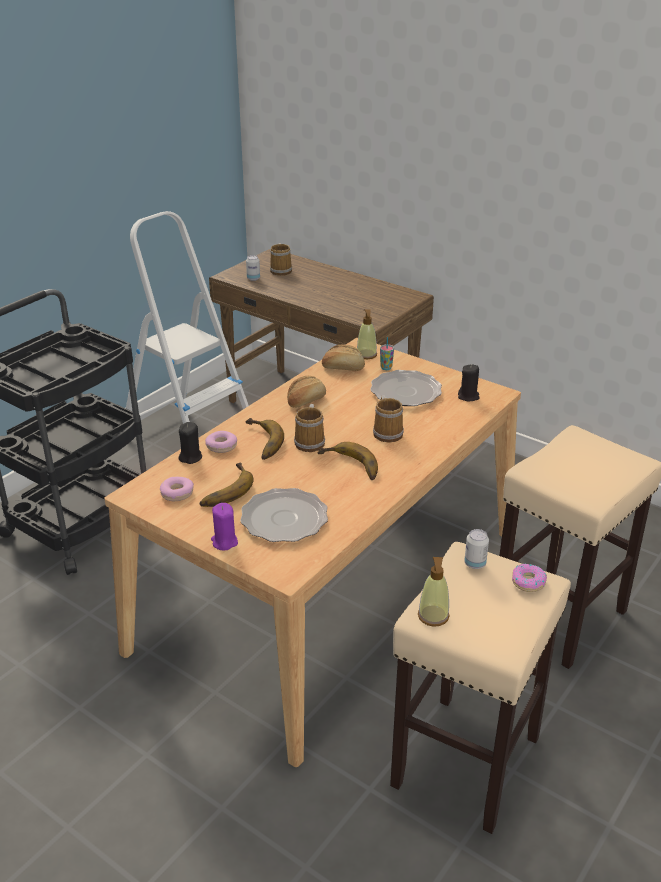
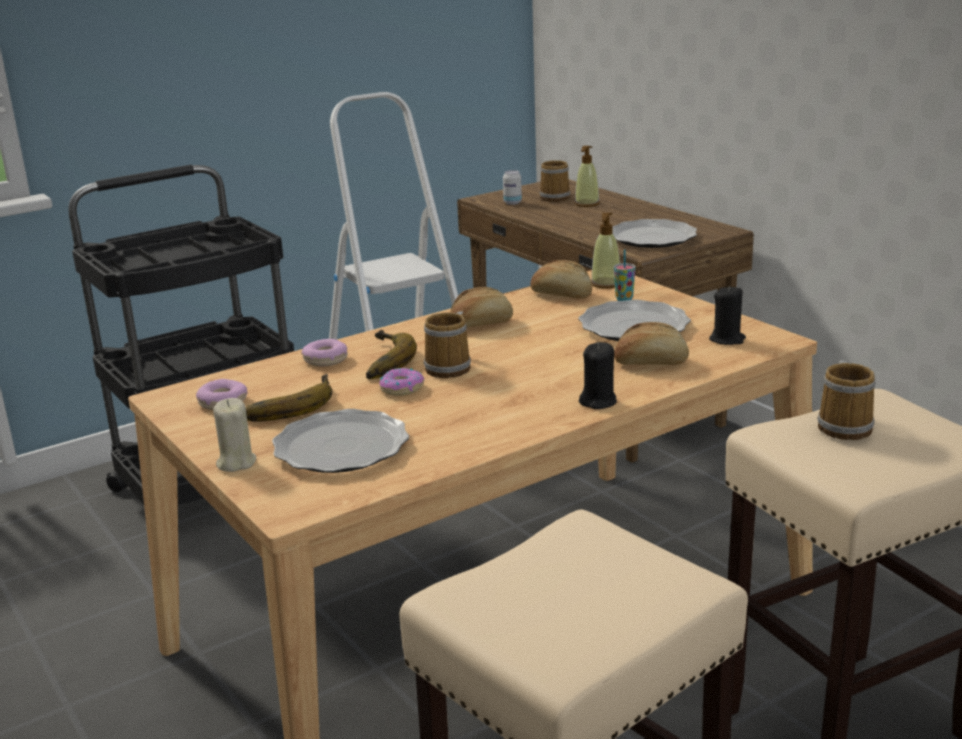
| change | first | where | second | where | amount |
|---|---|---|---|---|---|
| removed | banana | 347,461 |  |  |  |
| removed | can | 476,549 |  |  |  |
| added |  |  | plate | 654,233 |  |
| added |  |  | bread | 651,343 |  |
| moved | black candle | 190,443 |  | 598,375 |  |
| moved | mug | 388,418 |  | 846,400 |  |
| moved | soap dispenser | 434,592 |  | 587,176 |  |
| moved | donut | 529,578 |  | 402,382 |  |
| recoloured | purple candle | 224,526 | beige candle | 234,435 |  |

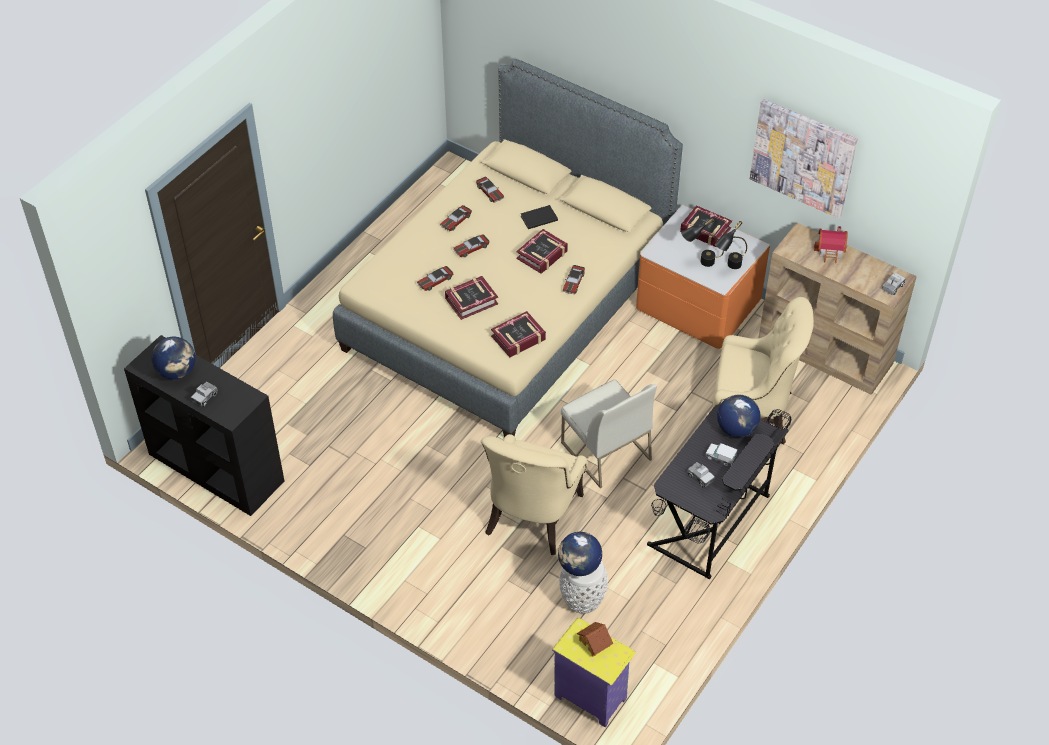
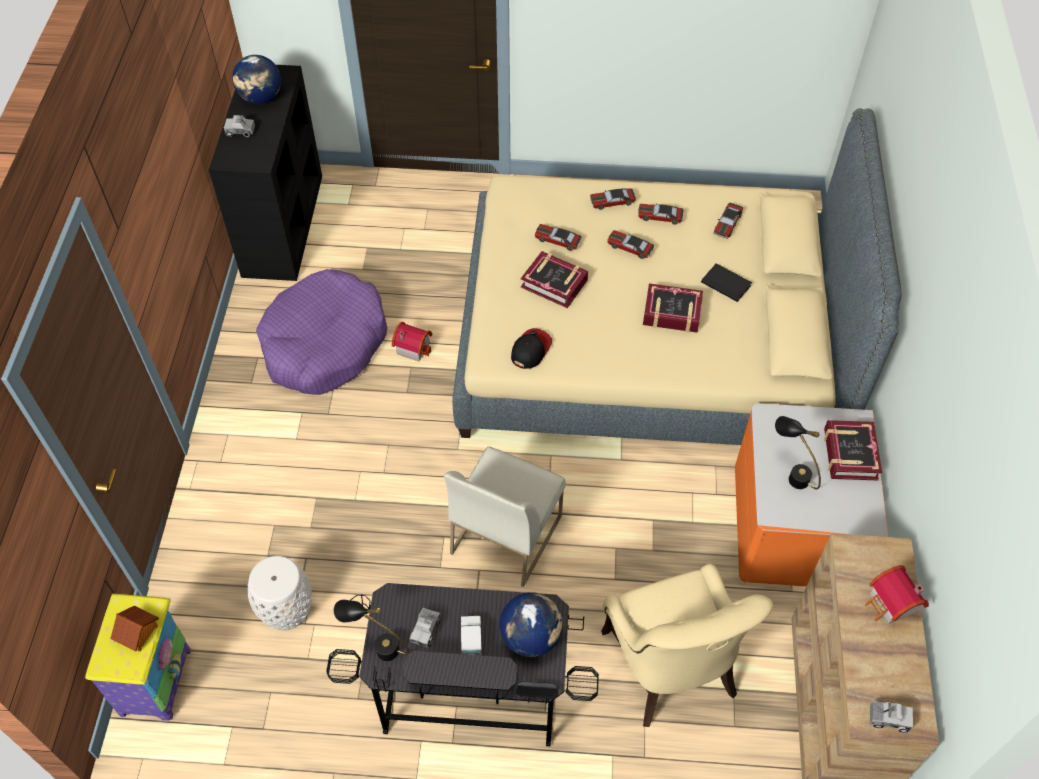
| change | first | where | second | where | amount |
|---|---|---|---|---|---|
| removed | beige chair | 534,494 |  |  |  |
| removed | globe | 580,554 |  |  |  |
| removed | picture | 804,159 |  |  |  |
| added |  |  | purple dog bed | 322,332 |  |
| added |  |  | toy house | 412,341 |  |
| moved | toy car | 574,279 |  | 613,199 |  |
| moved | black table lamp | 731,245 |  | 372,630 |  |
| replaced | book | 518,334 | cap | 531,348 |  |

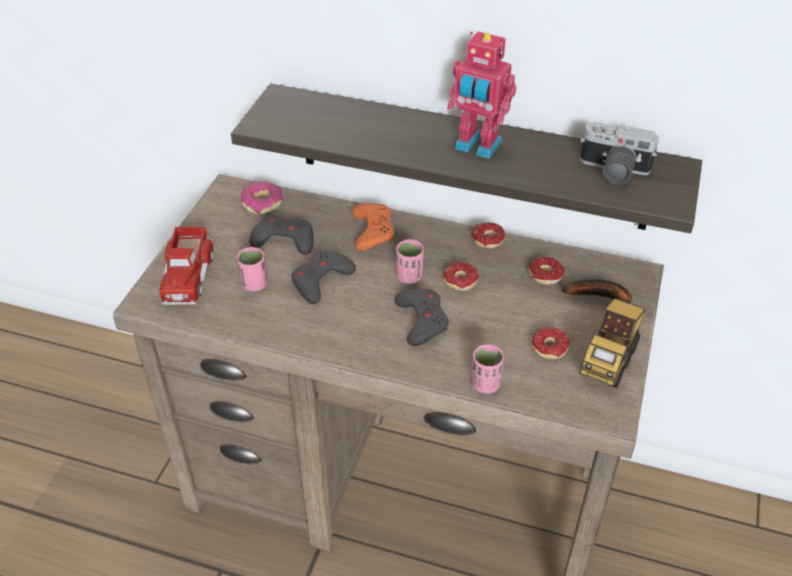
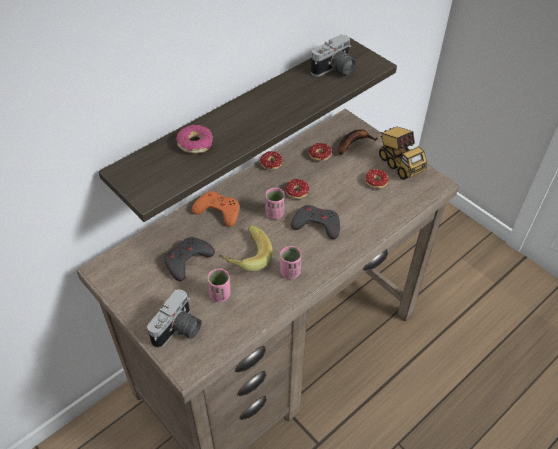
| change | first | where | second | where | amount |
|---|---|---|---|---|---|
| removed | toy robot | 481,95 |  |  |  |
| moved | donut | 261,198 |  | 194,139 |  |
| moved | pink cup | 487,368 |  | 291,262 |  |
| replaced | toy truck | 186,266 | photo camera | 174,318 |  |
| replaced | grey game controller | 323,277 | banana | 245,248 |  |

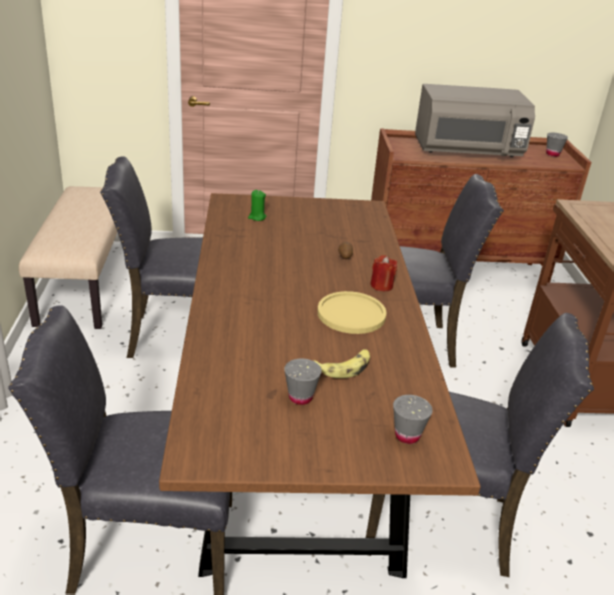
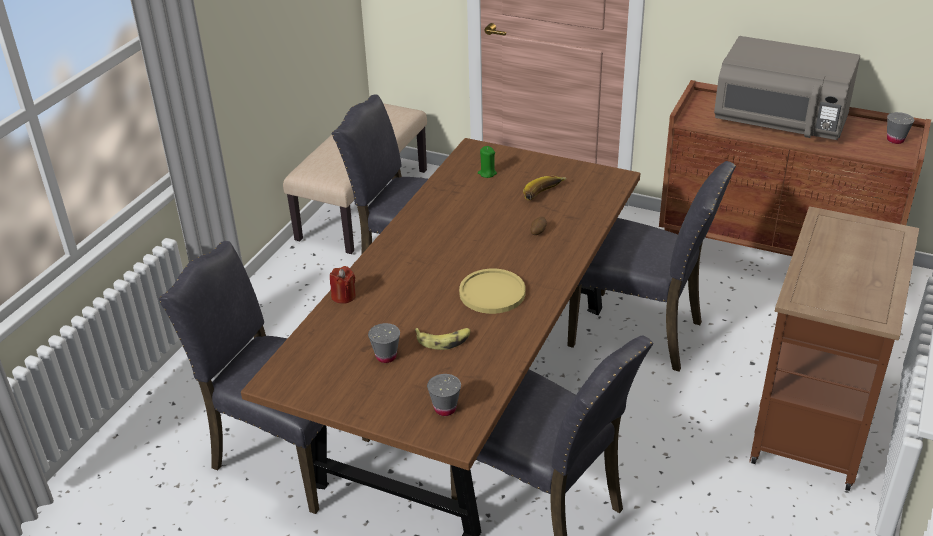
| change | first | where | second | where | amount |
|---|---|---|---|---|---|
| added |  |  | banana | 544,188 |  |
| moved | red candle | 383,273 |  | 343,285 |  |

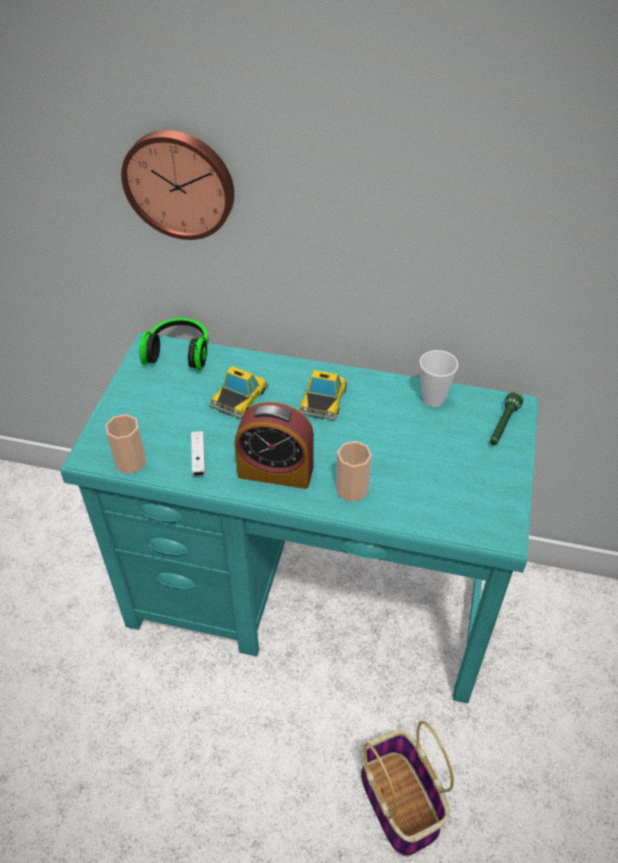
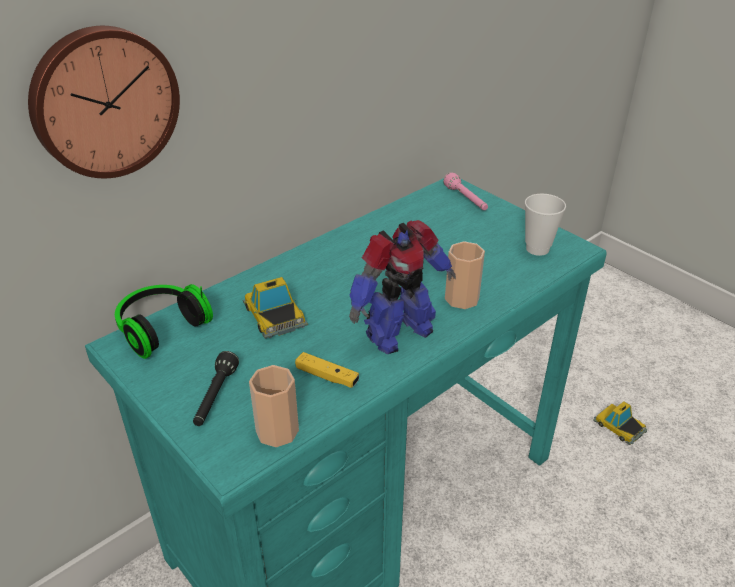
| change | first | where | second | where | amount |
|---|---|---|---|---|---|
| removed | basket | 407,789 |  |  |  |
| added |  |  | black flashlight | 216,388 |  |
| moved | toy car | 323,395 |  | 620,423 |  |
| moved | cup | 439,378 |  | 545,225 |  |
| replaced | alarm clock | 274,445 | toy robot | 402,287 |  |
| recoloured | white game controller | 198,453 | yellow game controller | 327,370 |  |
| recoloured | green flashlight | 506,418 | pink flashlight | 465,191 |  |

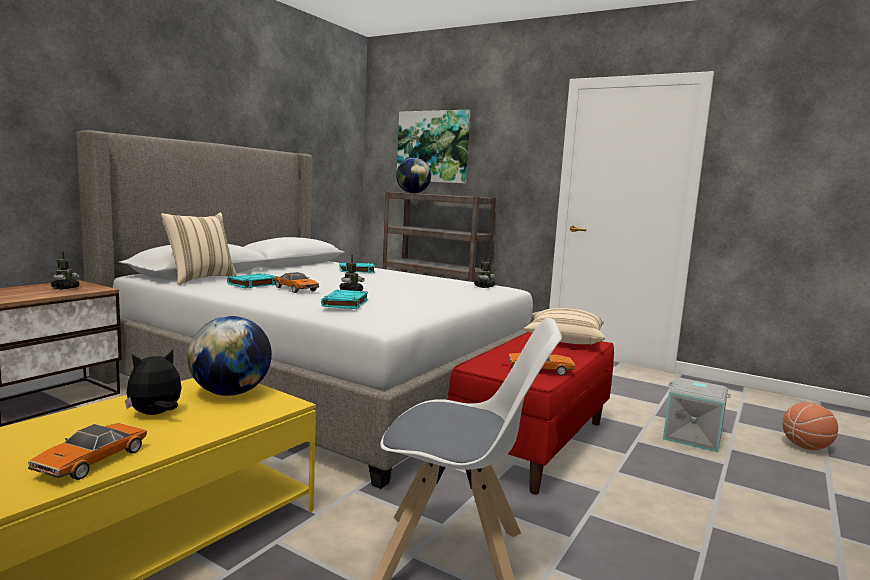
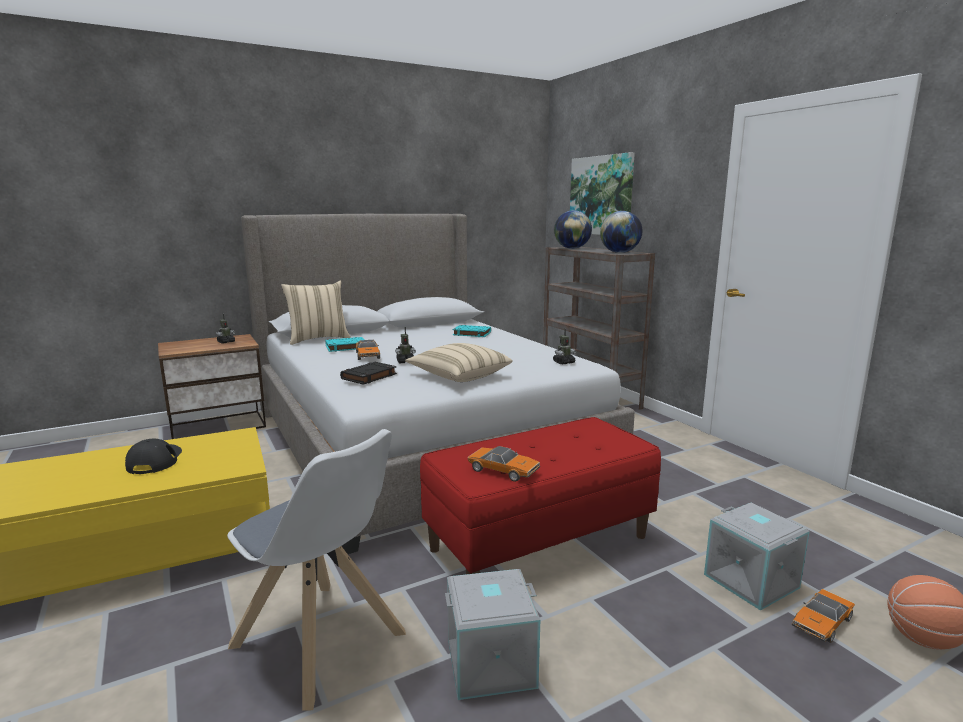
| change | first | where | second | where | amount |
|---|---|---|---|---|---|
| added |  |  | grey storage box | 492,634 |  |
| moved | toy car | 87,451 |  | 823,616 |  |
| moved | globe | 229,356 |  | 621,232 |  |
| moved | beige pillow | 564,326 |  | 459,362 |  |
| replaced | plush toy | 153,382 | black cap | 153,456 |  |
| recoloured | turquoise book | 344,299 | black book | 368,373 |  |

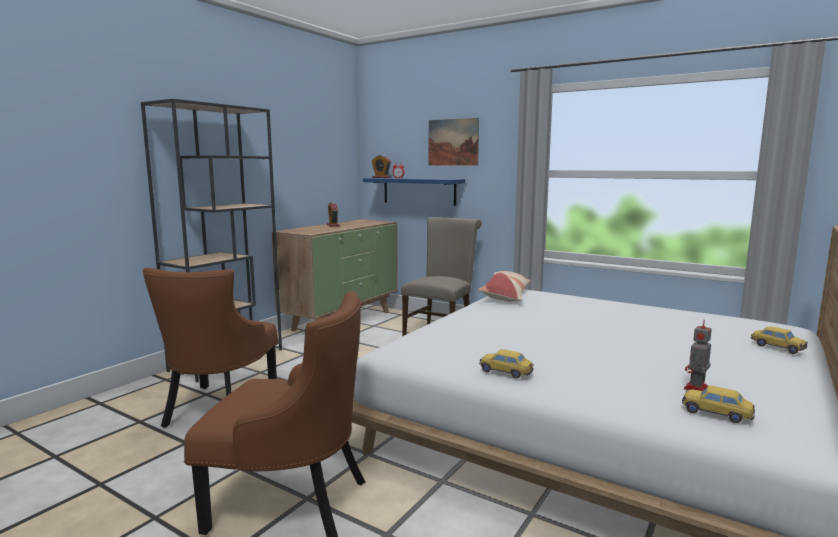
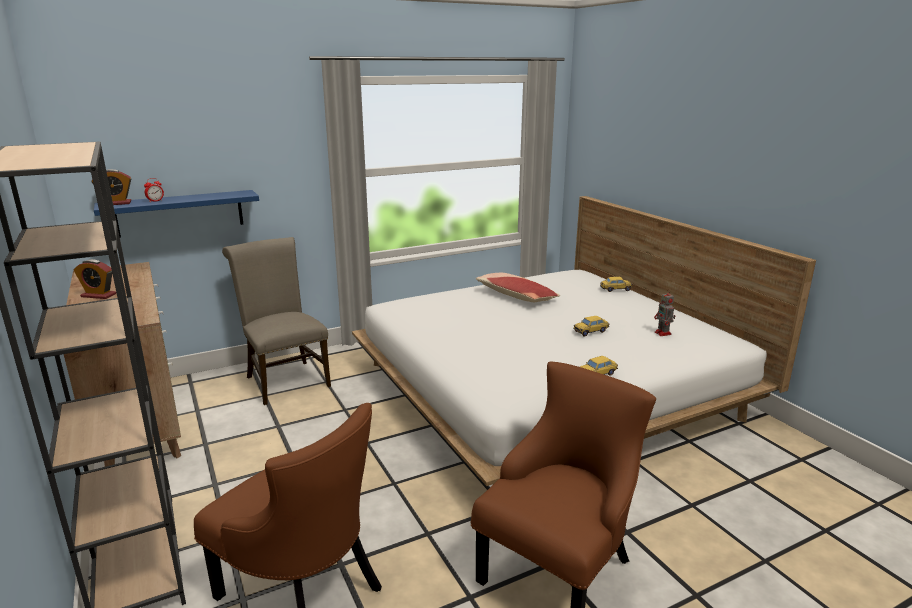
| change | first | where | second | where | amount |
|---|---|---|---|---|---|
| removed | picture | 454,141 |  |  |  |
| moved | pillow | 504,286 |  | 518,287 |  |
| moved | toy car | 718,404 |  | 591,326 |  |

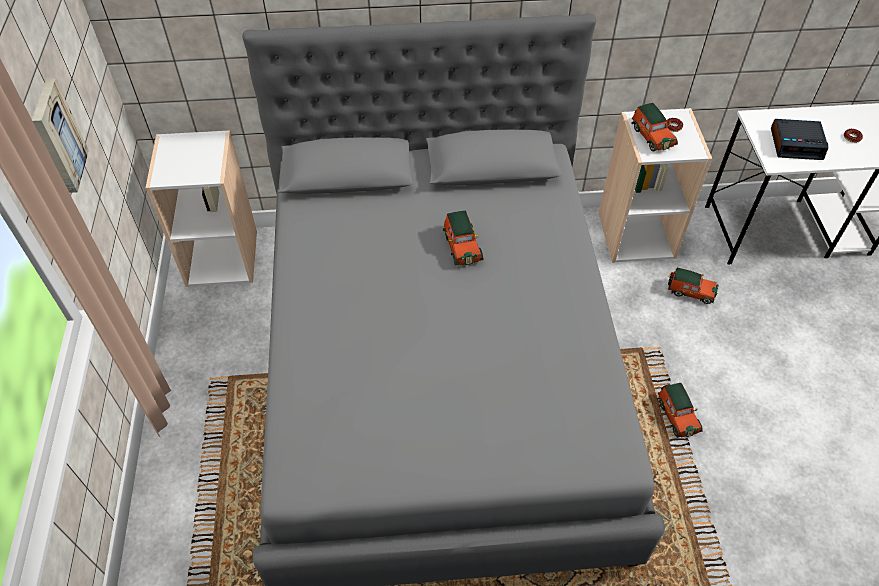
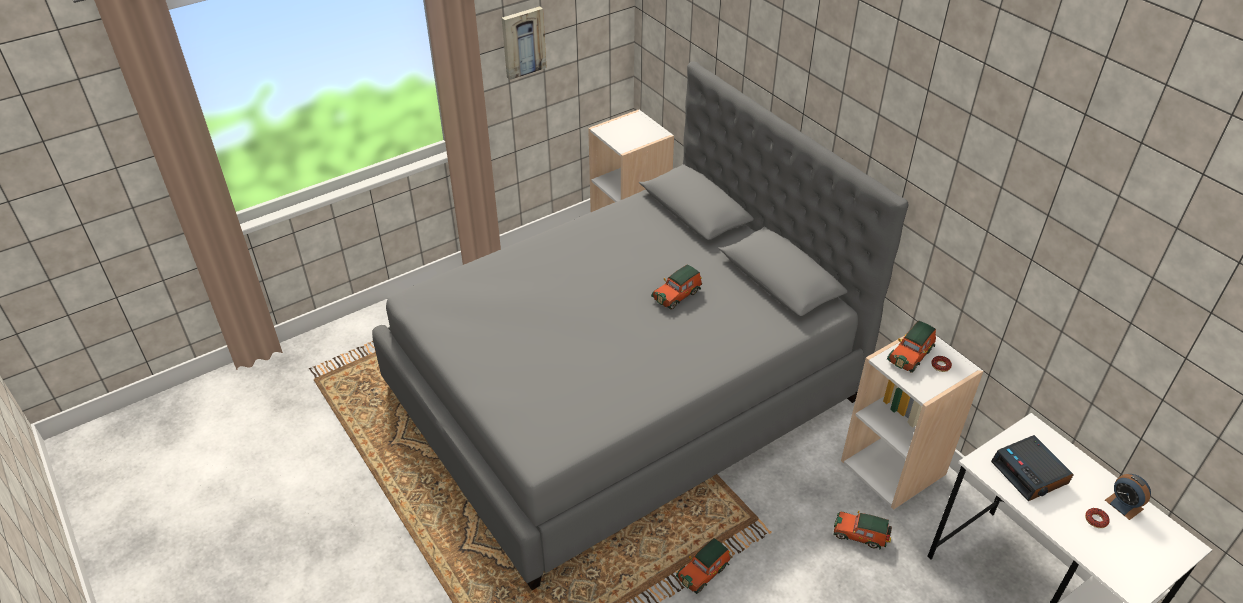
| change | first | where | second | where | amount |
|---|---|---|---|---|---|
| added |  |  | alarm clock | 1128,497 |  |
| turned | toy car | 693,286 |  | 862,529 | 120 degrees clockwise |

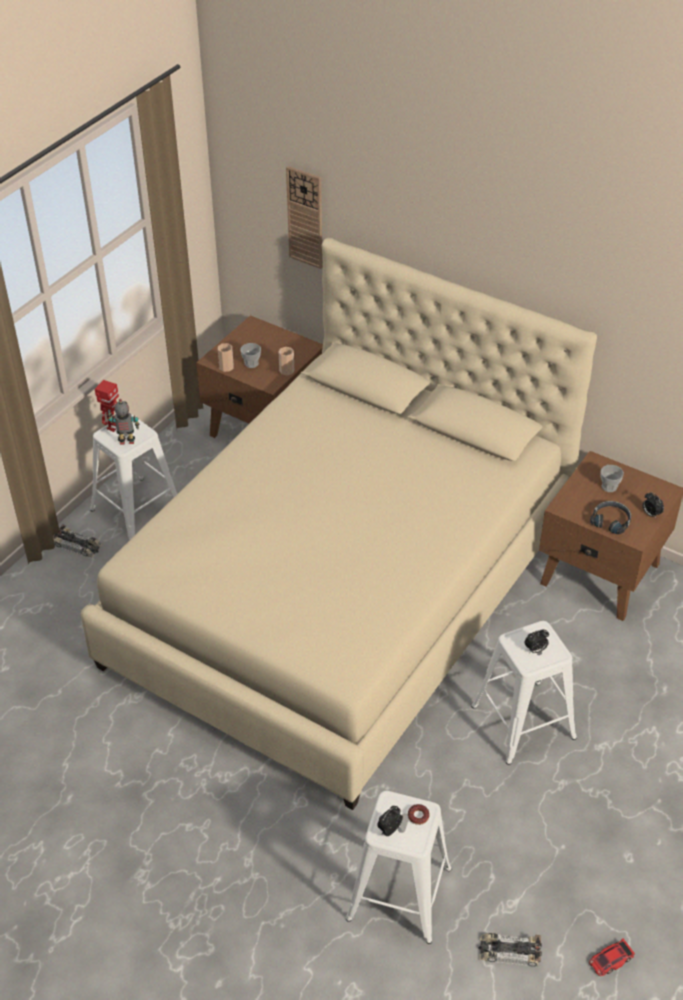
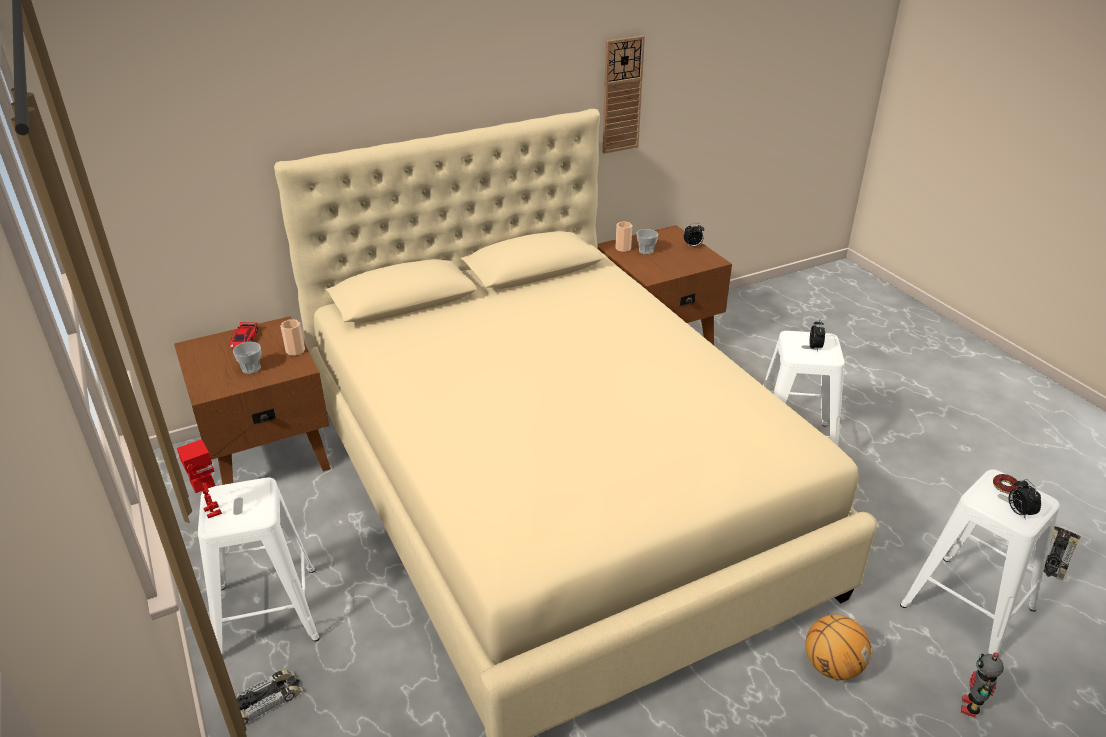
| change | first | where | second | where | amount |
|---|---|---|---|---|---|
| removed | black headphones | 610,518 |  |  |  |
| added |  |  | basketball | 838,647 |  |
| moved | toy robot | 123,422 |  | 982,685 |  |
| moved | cup | 226,357 |  | 624,236 |  |
| moved | wall clock | 304,217 |  | 623,95 |  |
| moved | toy car | 612,957 |  | 244,335 |  |

